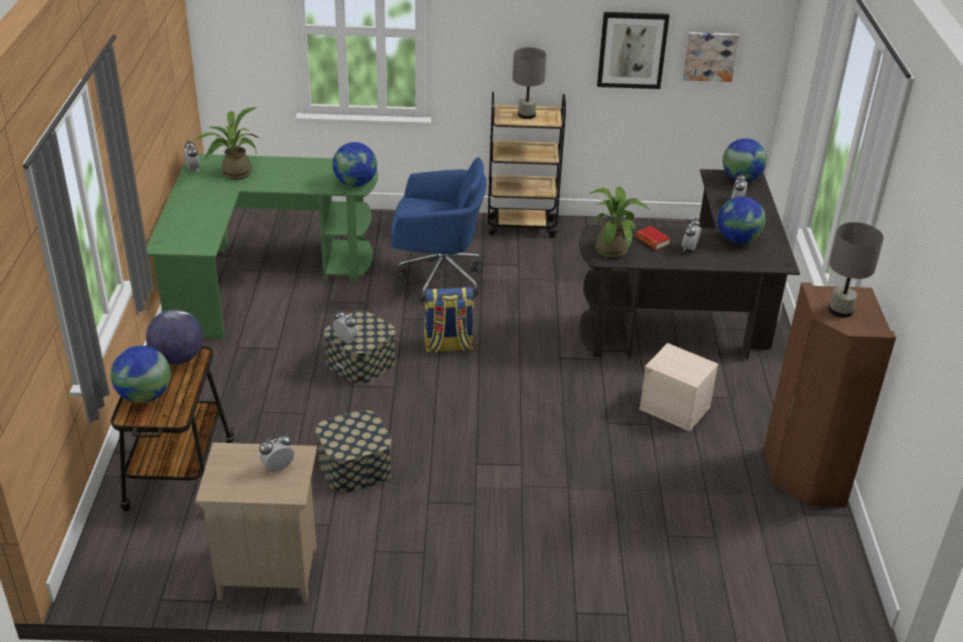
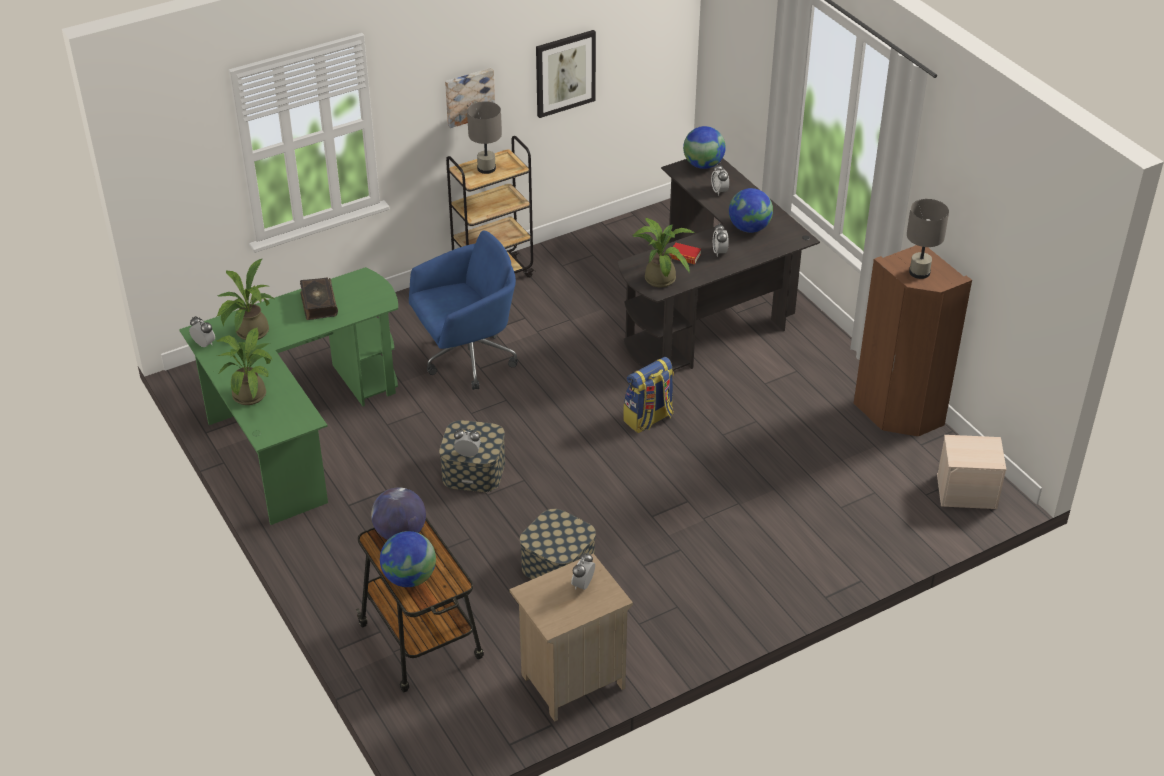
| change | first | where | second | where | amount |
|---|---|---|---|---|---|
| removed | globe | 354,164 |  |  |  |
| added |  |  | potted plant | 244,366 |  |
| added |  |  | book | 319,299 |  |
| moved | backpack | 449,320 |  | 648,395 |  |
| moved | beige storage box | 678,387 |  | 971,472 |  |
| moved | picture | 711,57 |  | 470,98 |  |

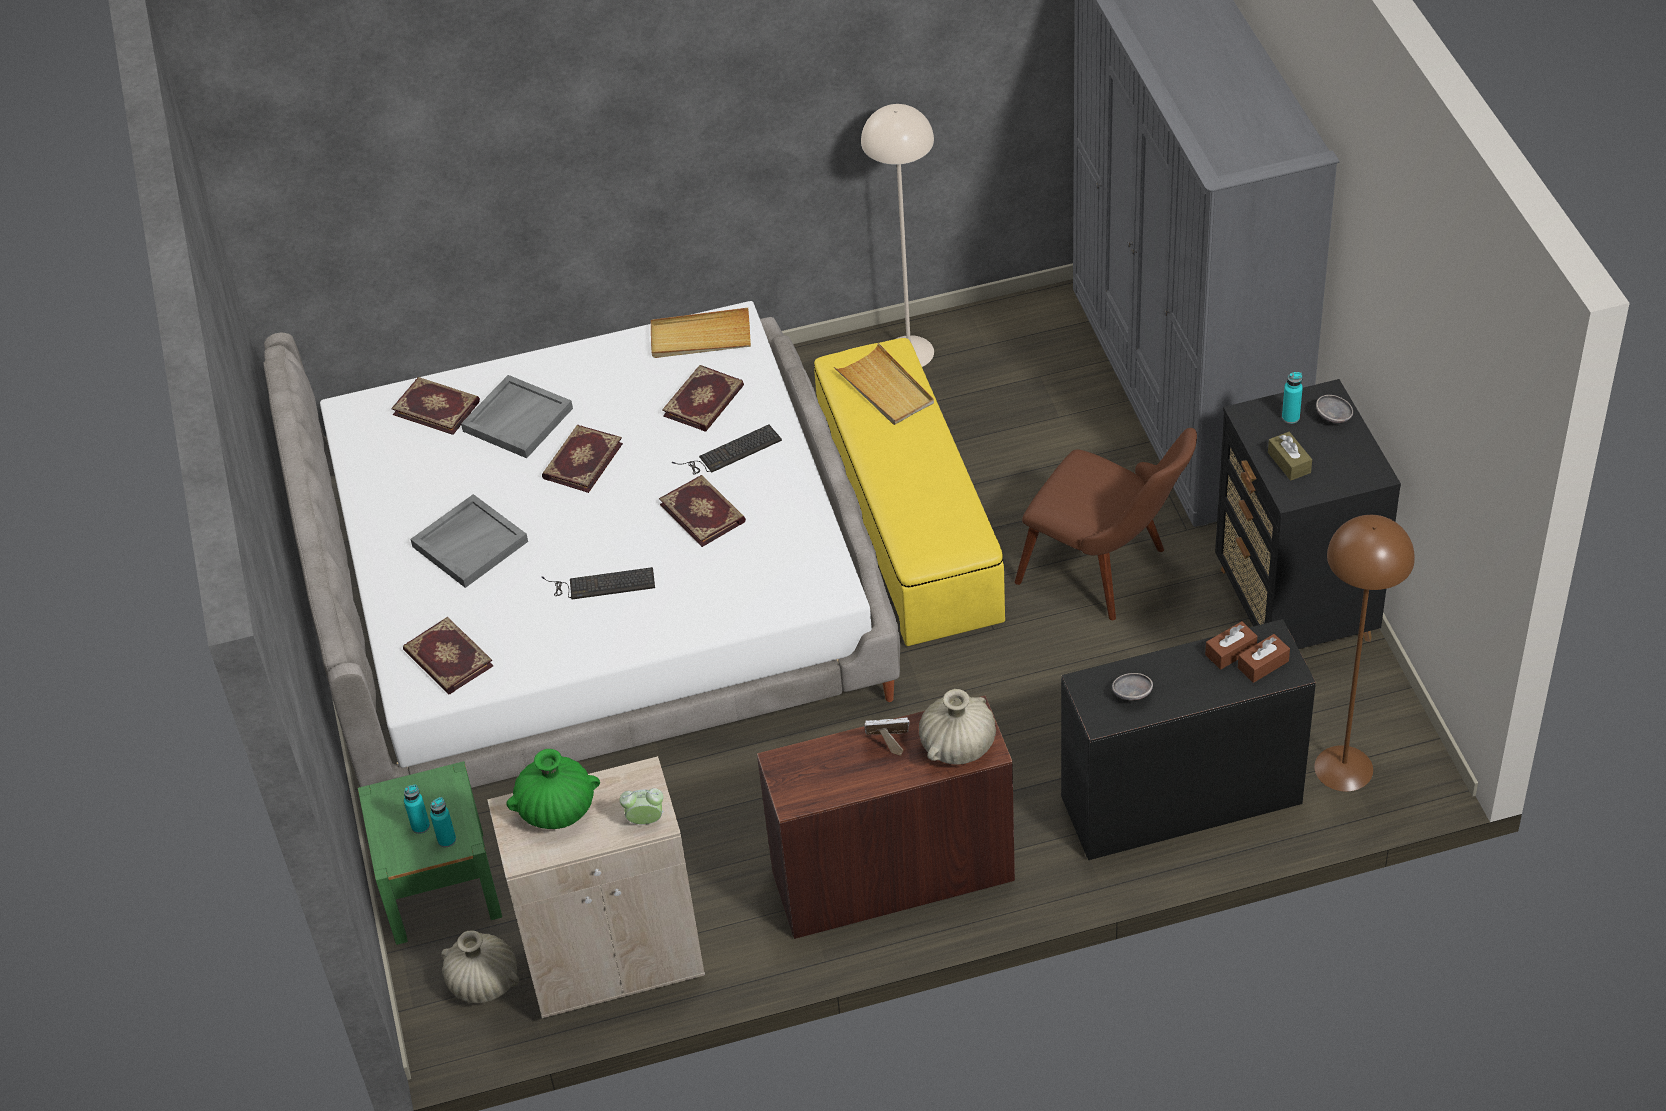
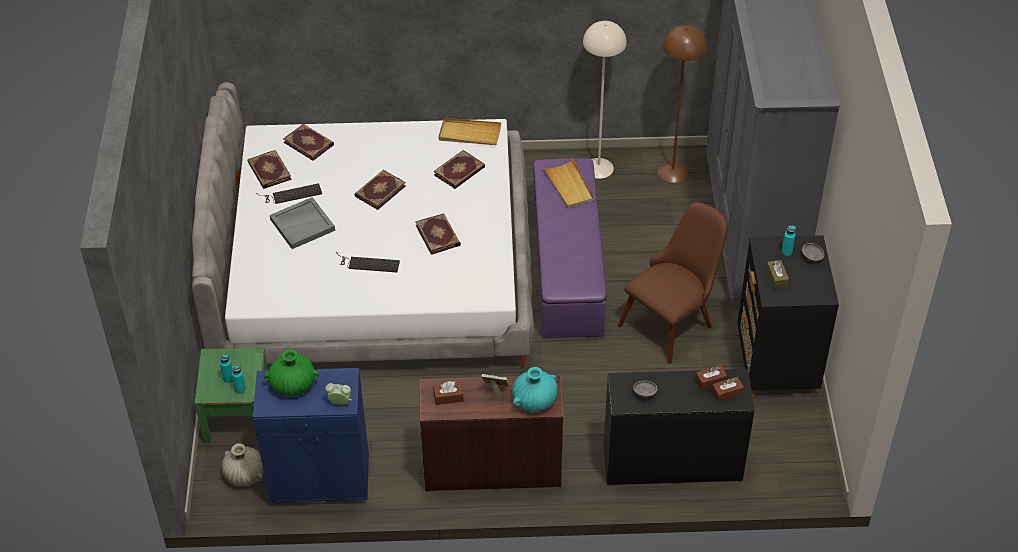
| change | first | where | second | where | amount |
|---|---|---|---|---|---|
| removed | grey tray | 517,416 |  |  |  |
| added |  |  | brown tissue box | 449,393 |  |
| moved | book | 448,656 |  | 269,169 |  |
| moved | keyboard | 727,450 |  | 289,193 |  |
| moved | brown floor lamp | 1364,653 |  | 682,104 |  |
| recoloured | beige cabinet | 596,887 | blue cabinet | 311,435 |  |
| recoloured | yellow bench | 909,492 | purple bench | 569,248 |  |
| recoloured | beige vase | 957,727 | turquoise vase | 535,389 |  |
| turned | brown chair | 1106,524 |  | 673,283 | 90 degrees counterclockwise |

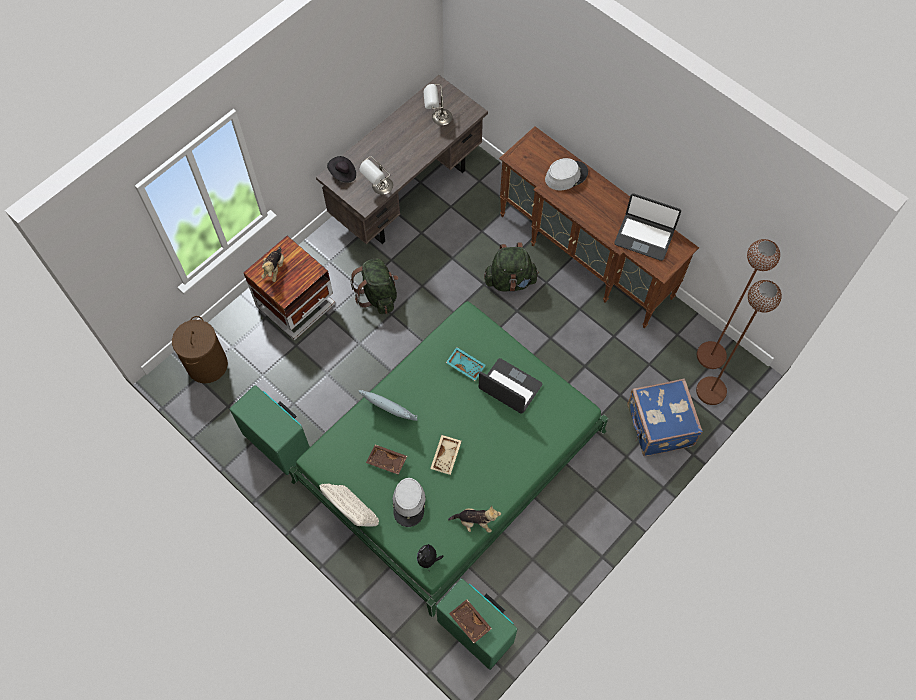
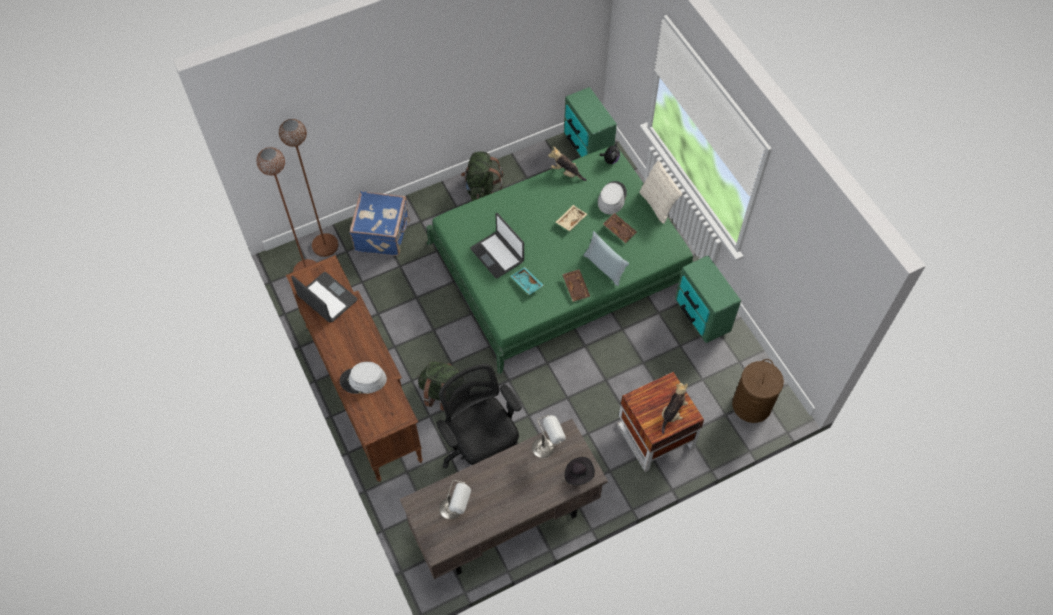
| change | first | where | second | where | amount |
|---|---|---|---|---|---|
| added |  |  | black office chair | 479,416 |  |
| moved | green backpack | 374,286 |  | 482,176 |  |
| moved | brown tray | 470,621 |  | 576,285 |  |

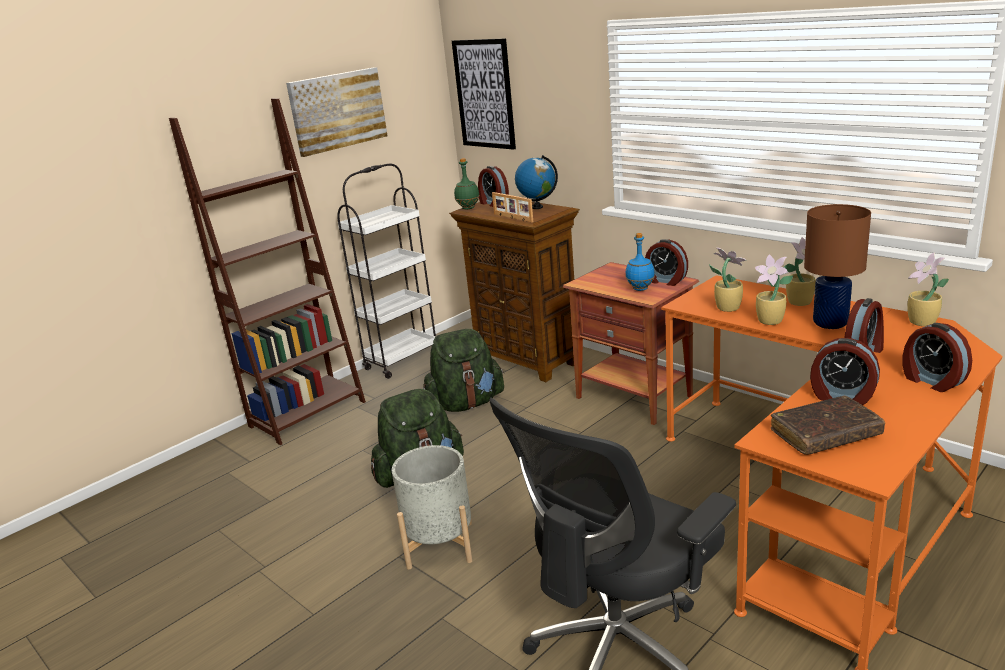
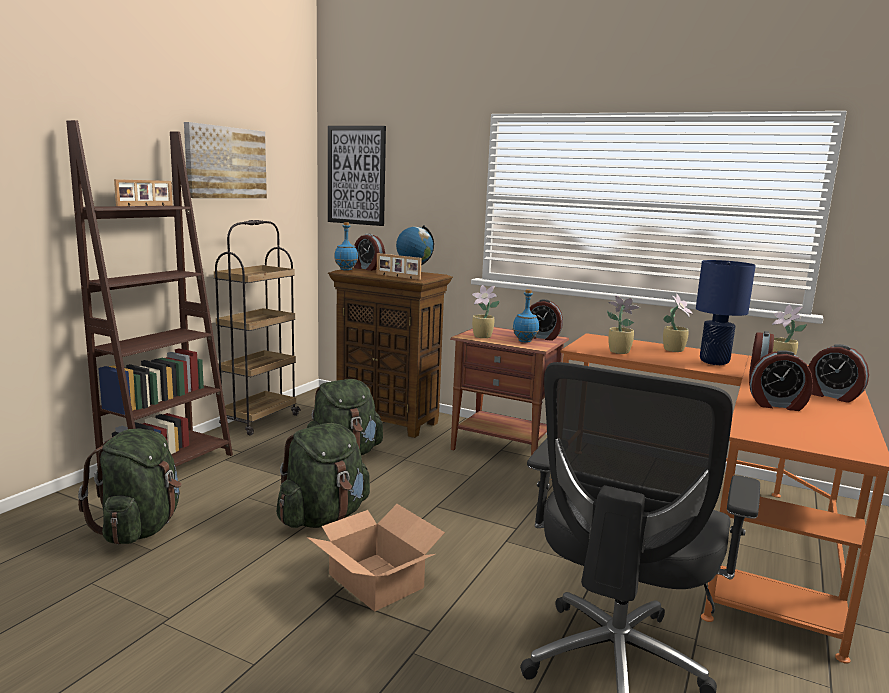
| change | first | where | second | where | amount |
|---|---|---|---|---|---|
| removed | brown book | 828,425 |  |  |  |
| added |  |  | green backpack | 130,487 |  |
| added |  |  | picture frame | 143,192 |  |
| moved | potted plant | 774,289 |  | 486,311 |  |
| replaced | grey planter | 432,507 | cardboard box | 376,558 |  |
| recoloured | white cart | 386,271 | brown cart | 257,328 |  |
| recoloured | green bottle | 467,183 | blue bottle | 346,246 |  |
| recoloured | brown table lamp | 837,266 | blue table lamp | 726,312 |  |

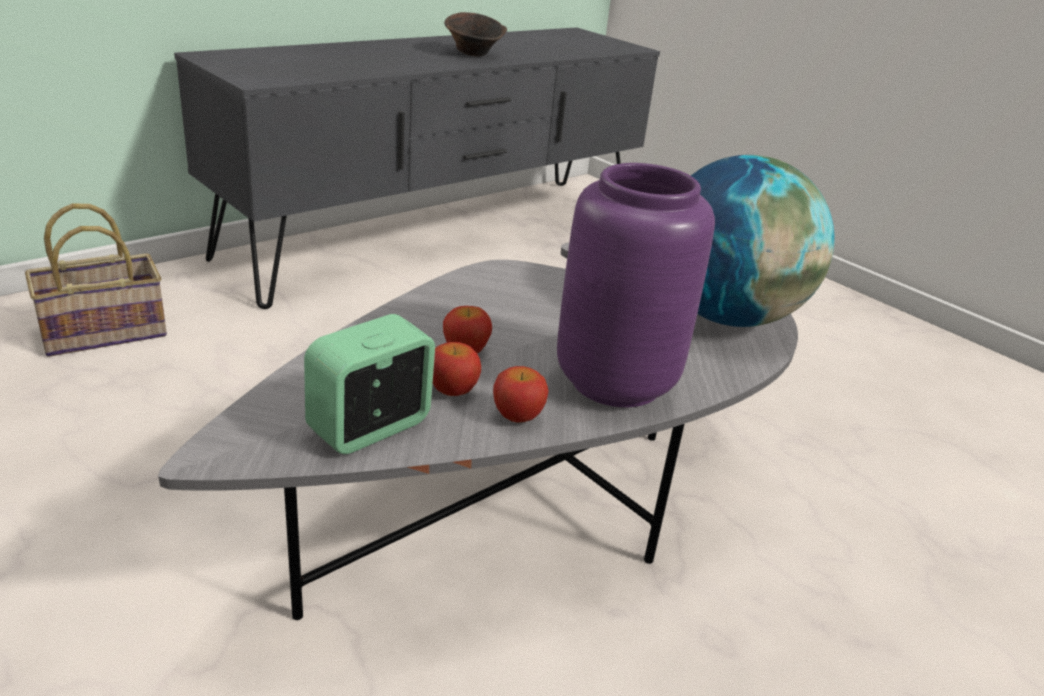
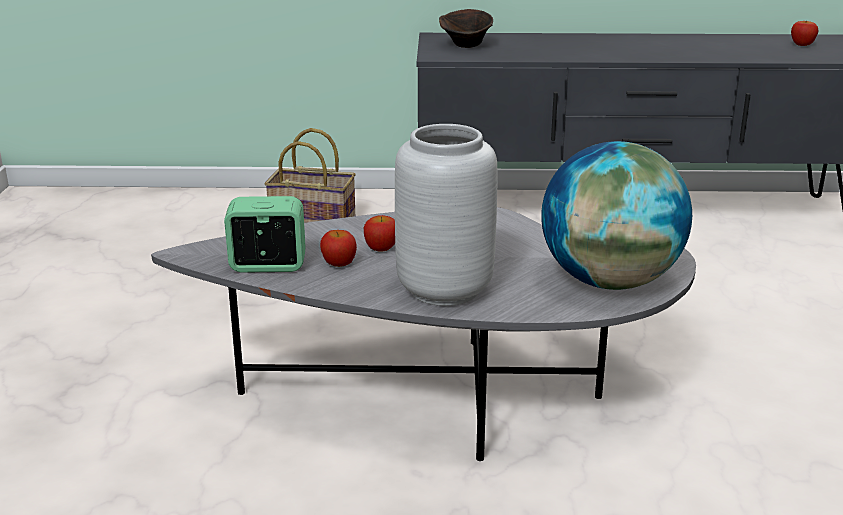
| change | first | where | second | where | amount |
|---|---|---|---|---|---|
| moved | brown bowl | 475,34 |  | 466,28 |  |
| moved | apple | 521,394 |  | 805,33 |  |
| recoloured | purple vase | 636,285 | grey vase | 446,215 |  |

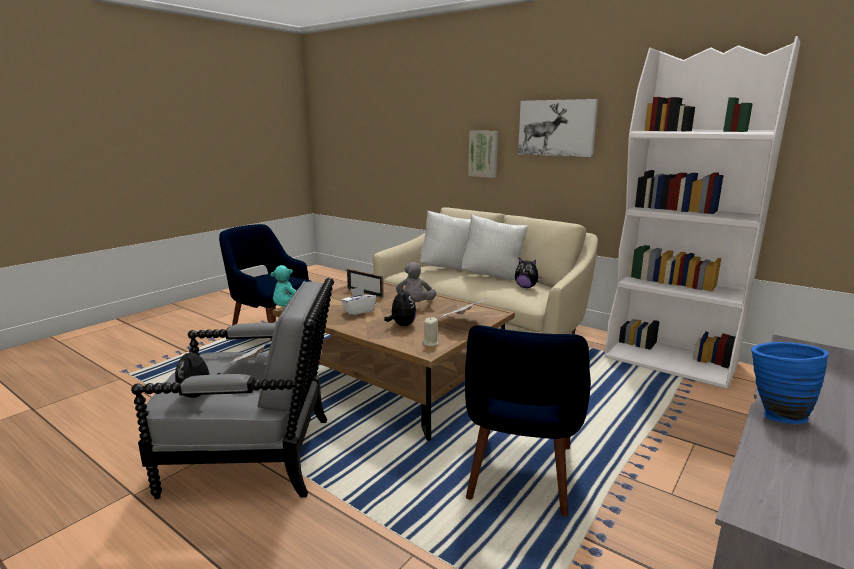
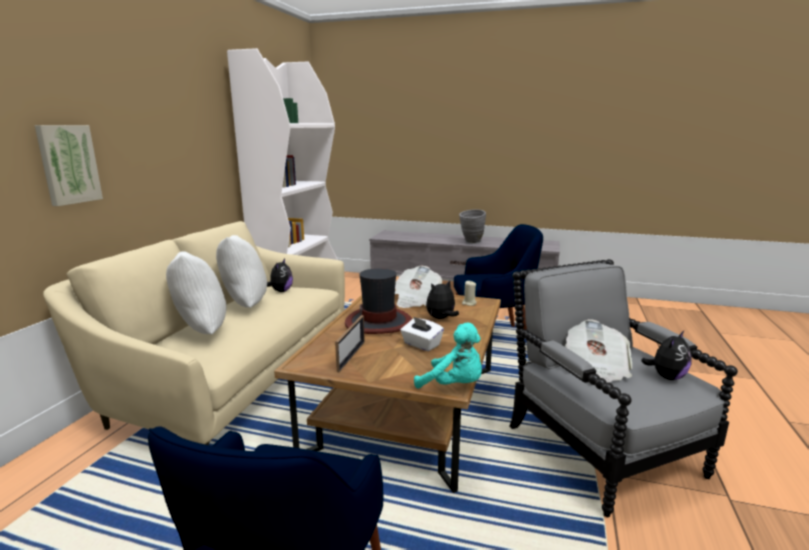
| change | first | where | second | where | amount |
|---|---|---|---|---|---|
| removed | picture | 558,128 |  |  |  |
| replaced | grey plush toy | 416,282 | hat | 378,301 |  |
| recoloured | blue vase | 790,383 | grey vase | 472,226 |  |

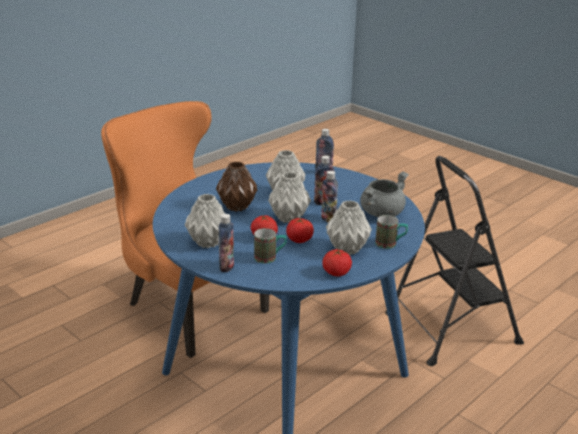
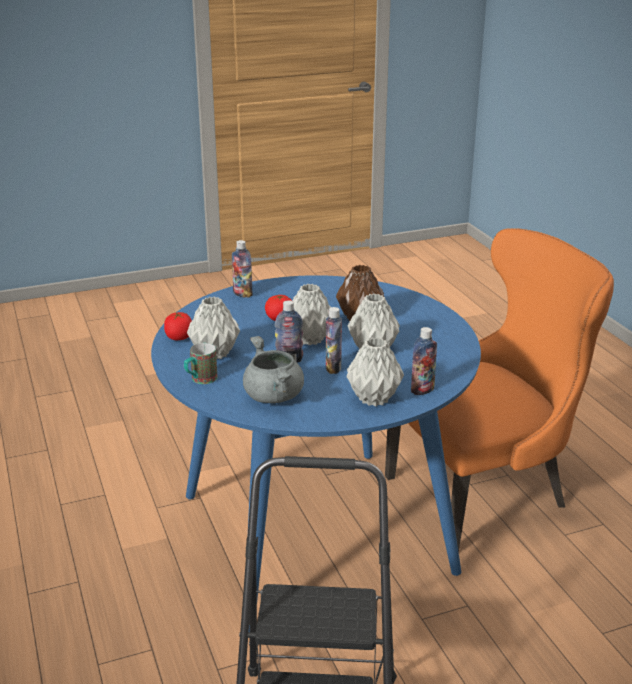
| change | first | where | second | where | amount |
|---|---|---|---|---|---|
| removed | mug | 270,246 |  |  |  |
| removed | tomato | 300,230 |  |  |  |
| moved | grey vase | 205,221 |  | 375,371 |  |

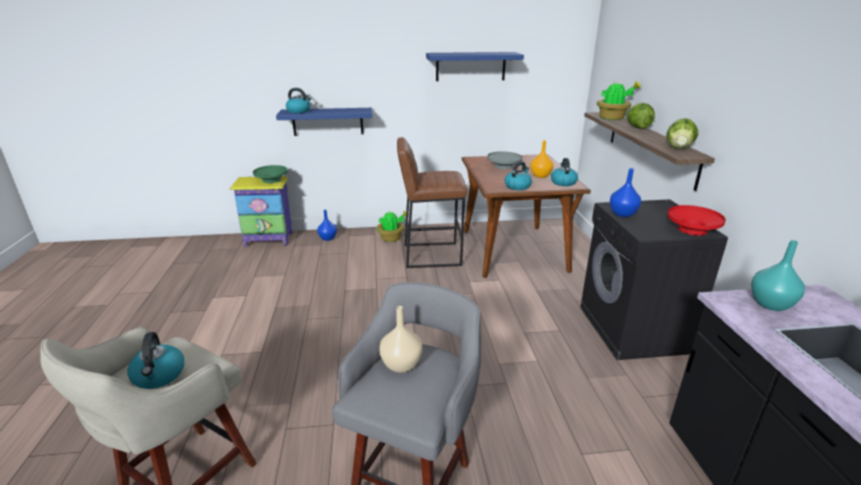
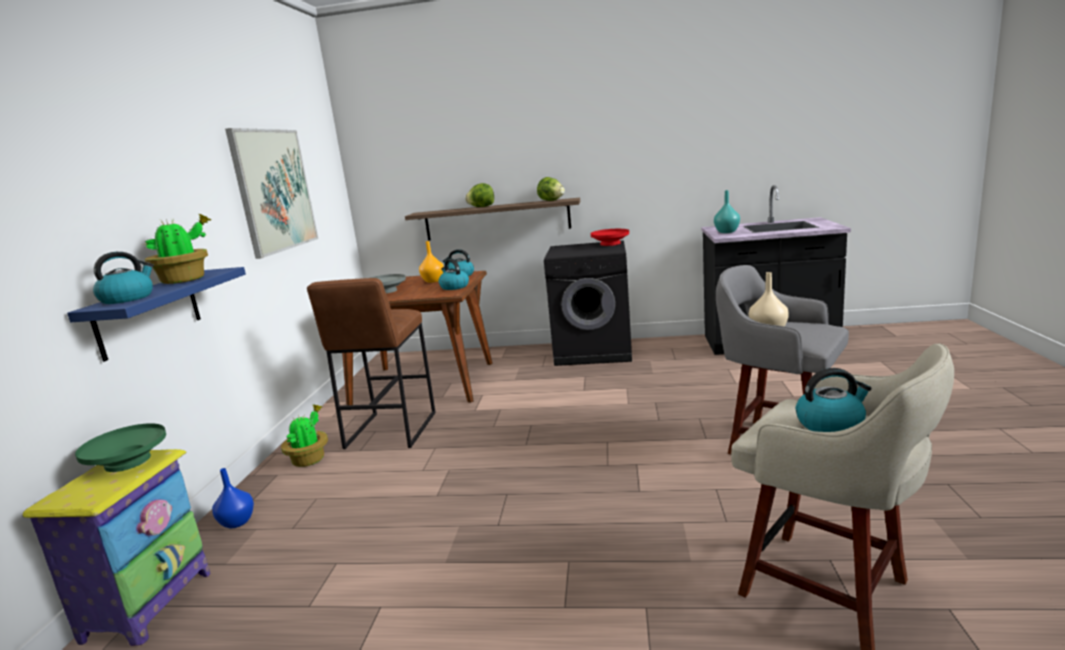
| change | first | where | second | where | amount |
|---|---|---|---|---|---|
| removed | blue vase | 625,192 |  |  |  |
| moved | potted plant | 619,100 |  | 177,248 |  |
| replaced | blue shelf | 475,66 | picture | 271,193 |  |

